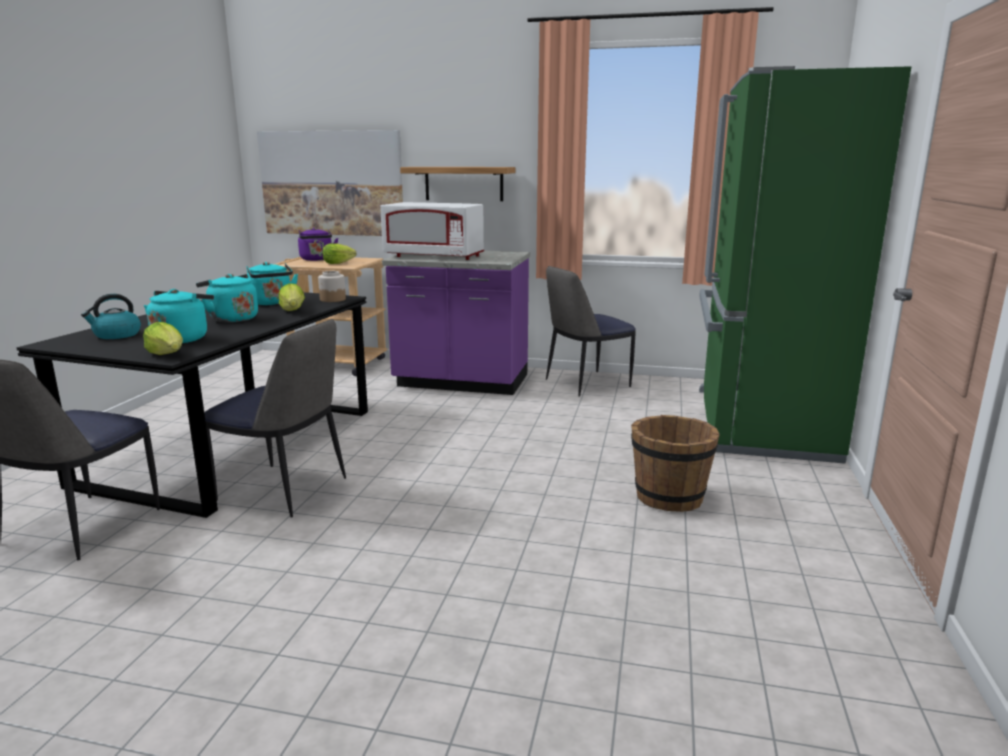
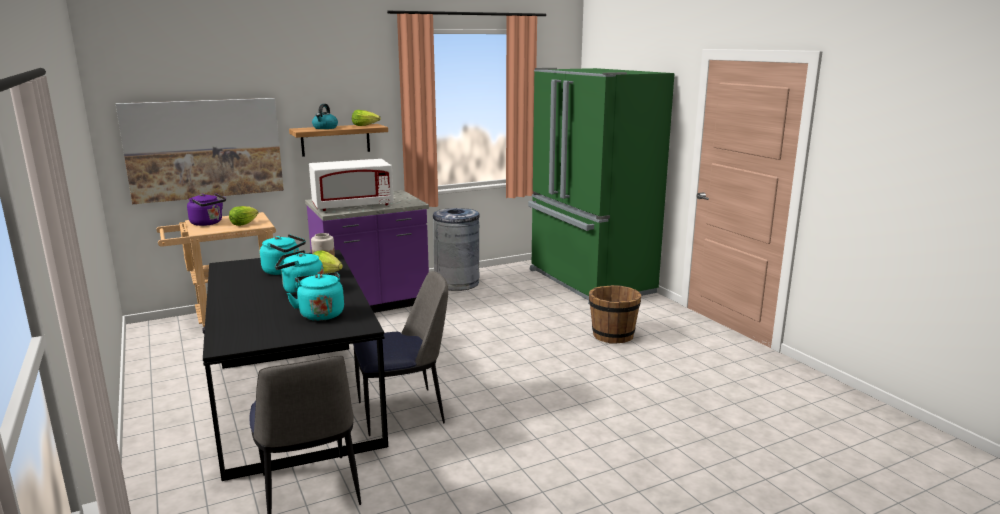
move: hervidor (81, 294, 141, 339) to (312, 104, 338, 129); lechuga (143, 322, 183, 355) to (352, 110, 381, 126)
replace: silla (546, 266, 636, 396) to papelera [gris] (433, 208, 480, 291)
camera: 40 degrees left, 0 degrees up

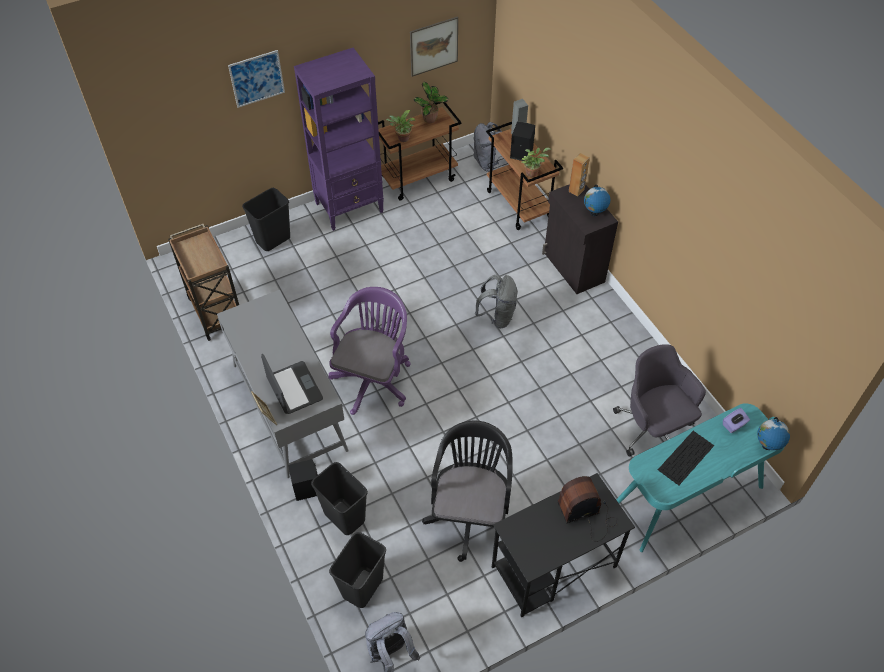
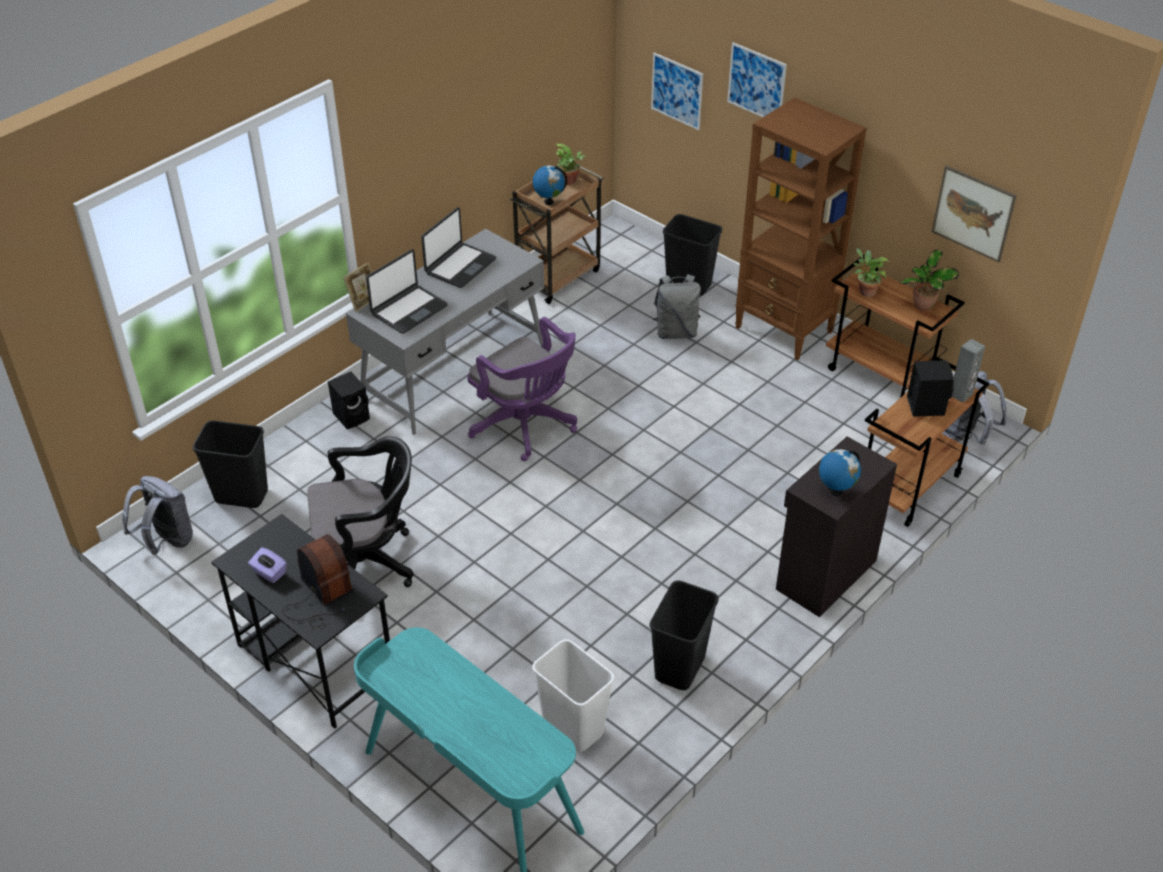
delete: altavoz [marrón] (569, 153, 590, 197); teclado (658, 431, 714, 485)
insert: portátil (421, 207, 496, 288); cuadro (651, 53, 703, 130)
move: caja de pañuelos [morado] (723, 408, 750, 433) to (248, 547, 287, 583); globo terráqueo (757, 417, 790, 450) to (533, 166, 567, 205); planta en maceta (521, 148, 551, 177) to (554, 144, 586, 185); papelera [negro] (311, 462, 368, 535) to (650, 581, 719, 690); mochila [gris] (475, 275, 518, 328) to (653, 274, 701, 339)
replace: silla de oficina [gris] (613, 344, 706, 457) to papelera [blanco] (532, 639, 614, 752)
recolor: estantería [morado] (294, 48, 384, 231) to estantería [marrón] (735, 97, 866, 360)
rotate: silla de oficina [morado] (328, 287, 411, 415) = (467, 317, 577, 461) 45 degrees clockwise
camera: 70 degrees right, 10 degrees down

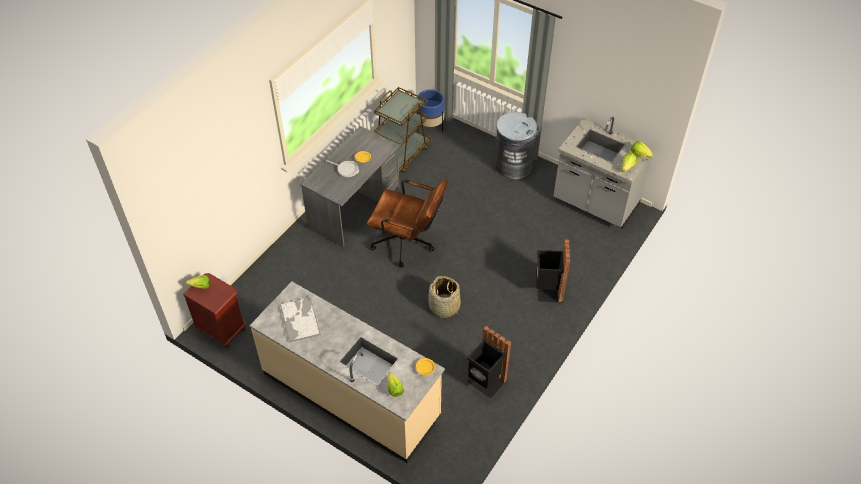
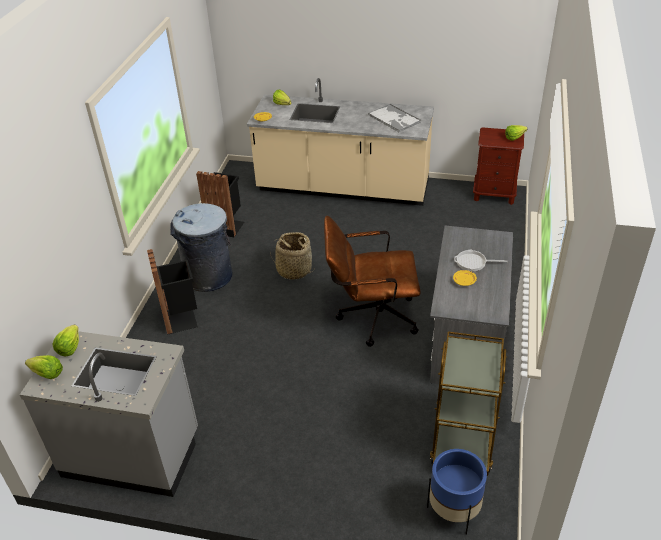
move: papelera [gris] (495, 112, 540, 179) to (170, 203, 233, 292)
camera: 160 degrees right, 10 degrees down

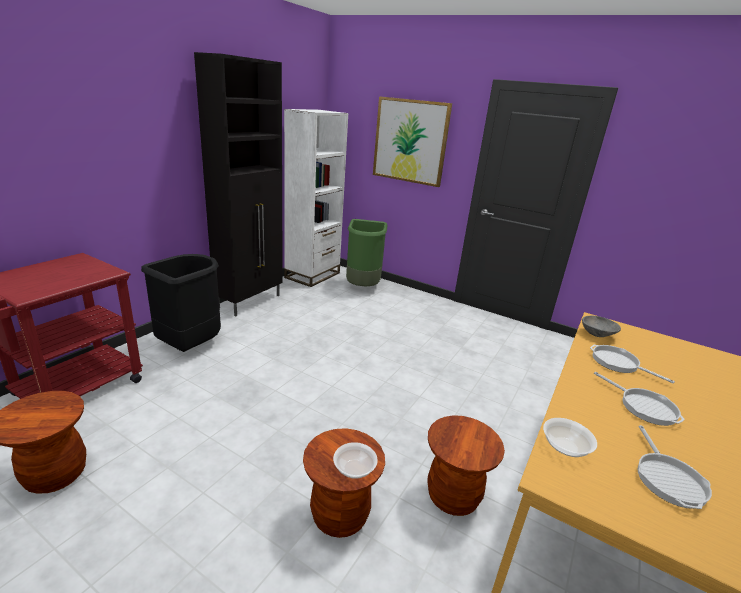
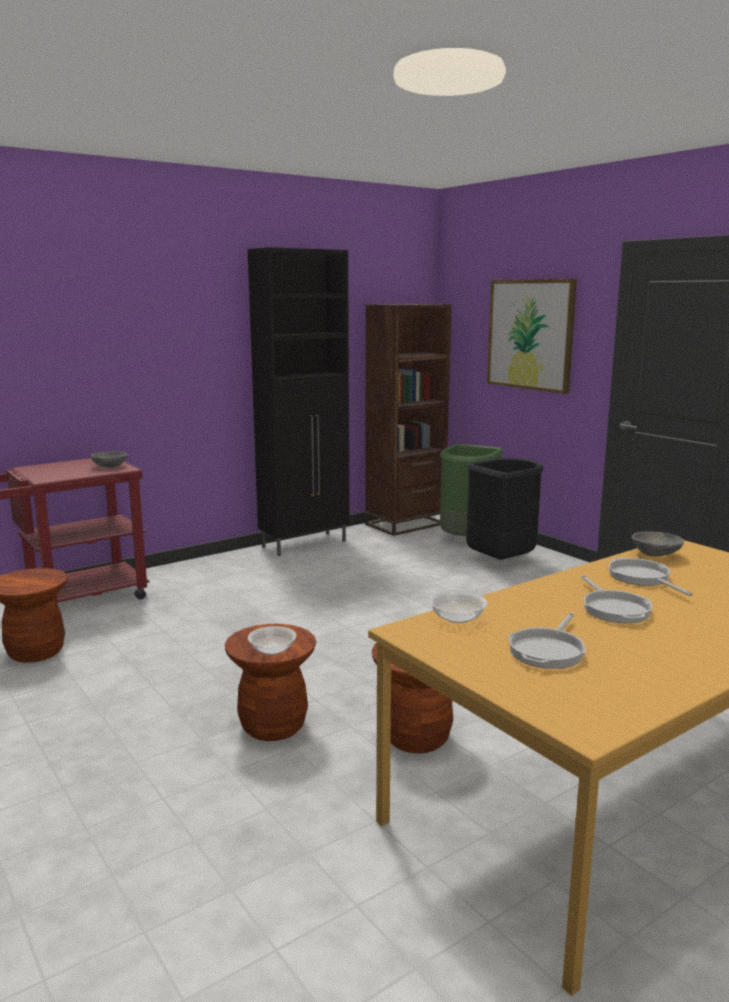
insert: cuenco [gris] (91, 451, 127, 468)
move: papelera [negro] (141, 254, 221, 352) to (466, 458, 544, 560)
recolor: estantería [blanco] (284, 109, 348, 287) to estantería [marrón] (365, 304, 452, 536)
camera: 25 degrees right, 10 degrees down

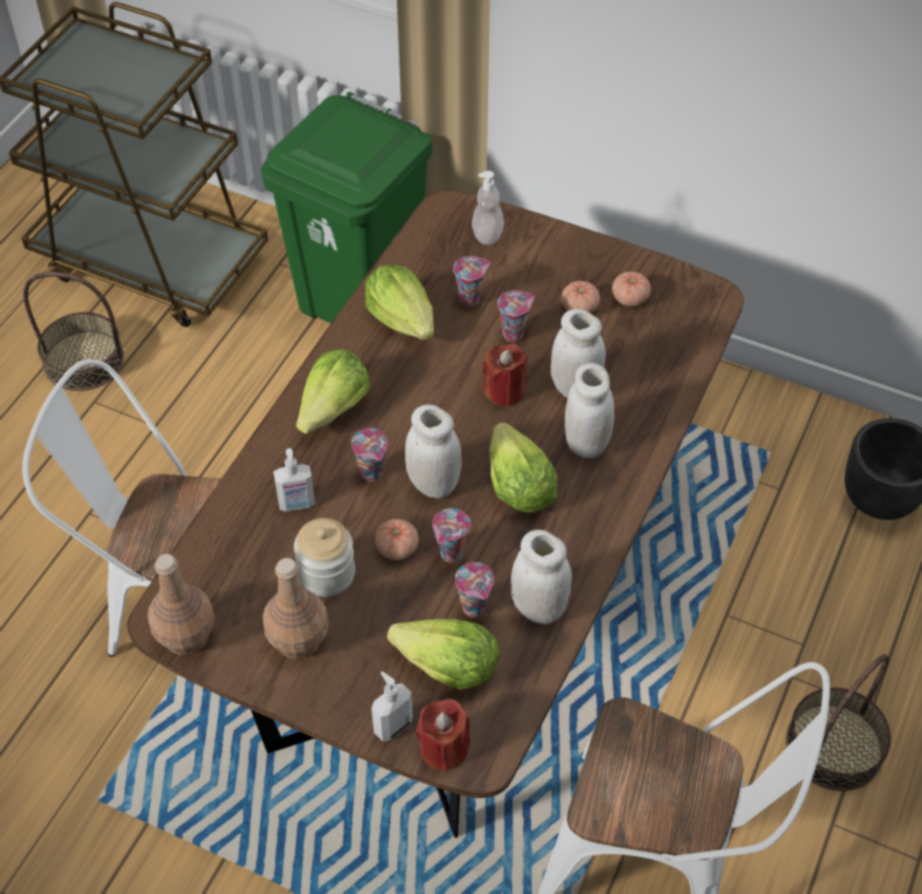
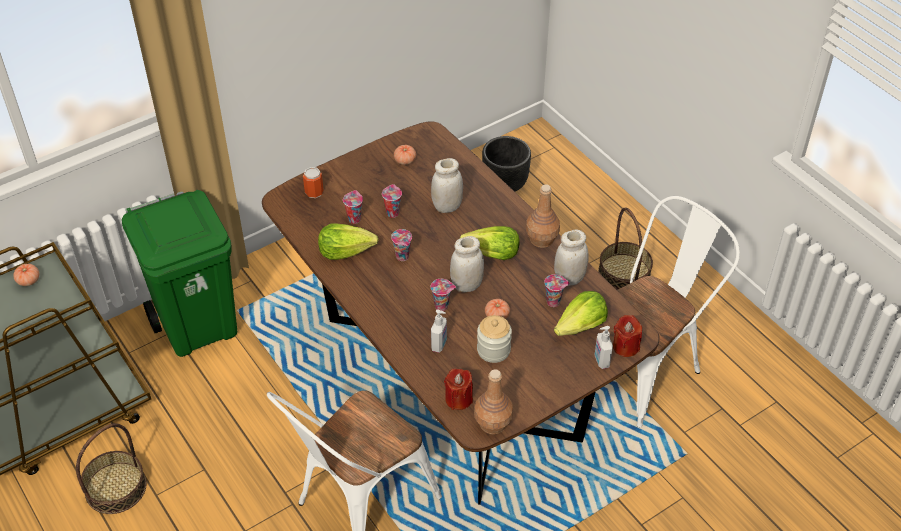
delete: lechuga (296, 349, 370, 434); tarro [blanco] (565, 363, 614, 458)
move: tomate (561, 281, 600, 313) to (13, 264, 39, 286); taza (432, 508, 471, 563) to (391, 229, 412, 261); vela [rojo] (483, 344, 528, 407) to (444, 369, 473, 410); botella [marrón] (263, 558, 329, 659) to (526, 184, 560, 248)
replace: dispensador de jabón (472, 171, 504, 245) to lata (303, 167, 324, 198)
camera: 60 degrees left, 5 degrees down

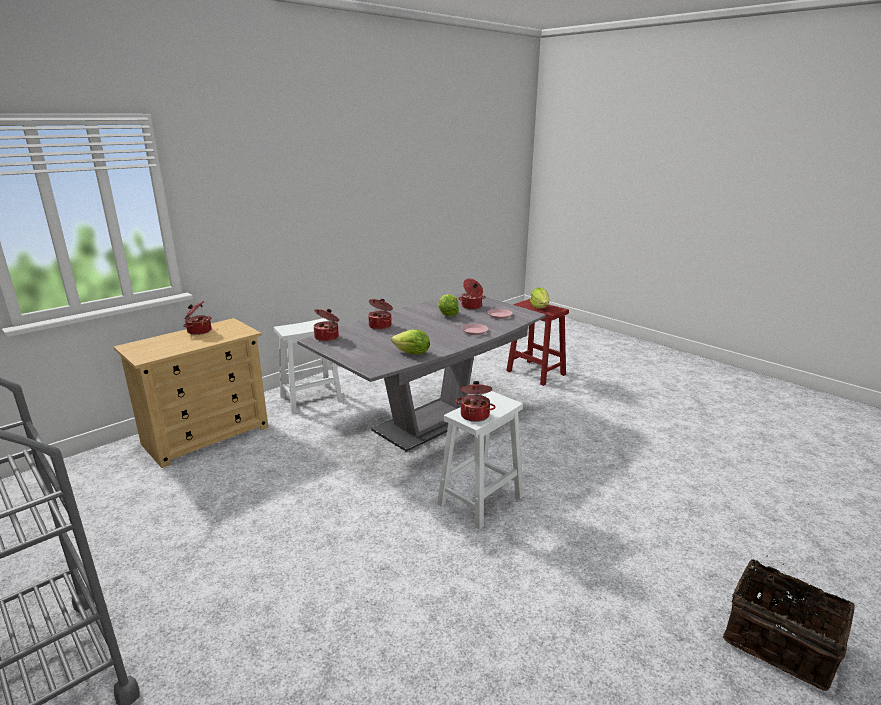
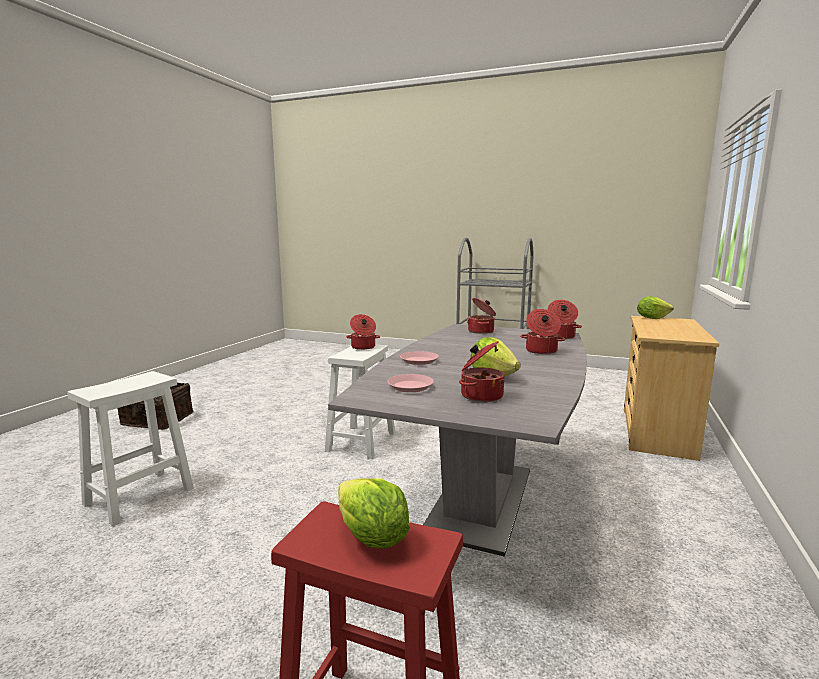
move: taburete [blanco] (274, 318, 343, 413) to (67, 371, 194, 526); olla (183, 301, 212, 335) to (467, 298, 496, 334); lechuga (391, 330, 430, 355) to (637, 296, 674, 319)
camera: 155 degrees right, 10 degrees down

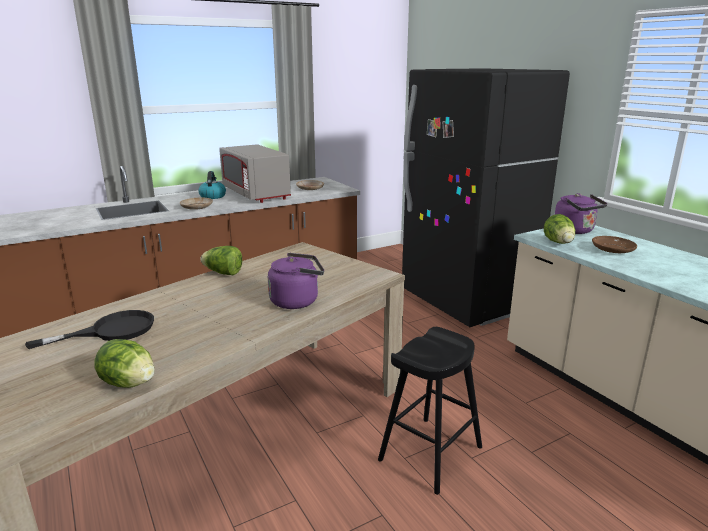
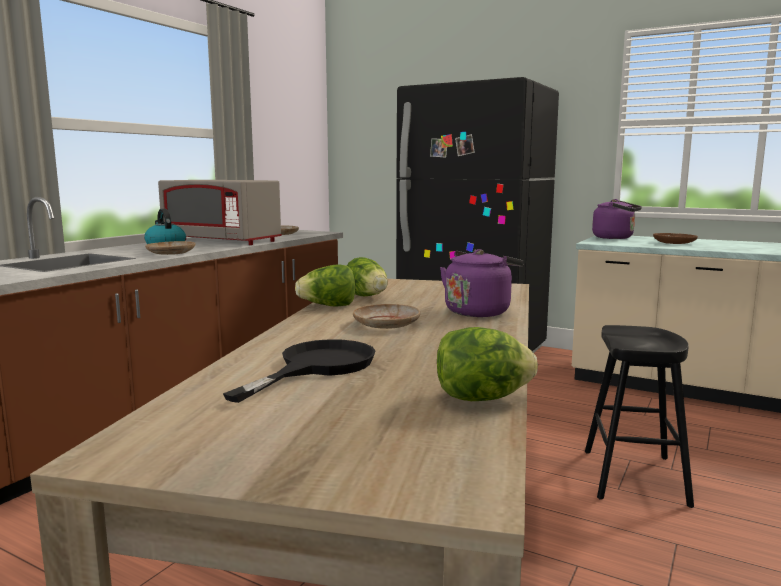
insert: plato [beis] (353, 304, 420, 329)
move: lechuga (544, 214, 575, 244) to (347, 257, 388, 296)
camera: 30 degrees left, 10 degrees down

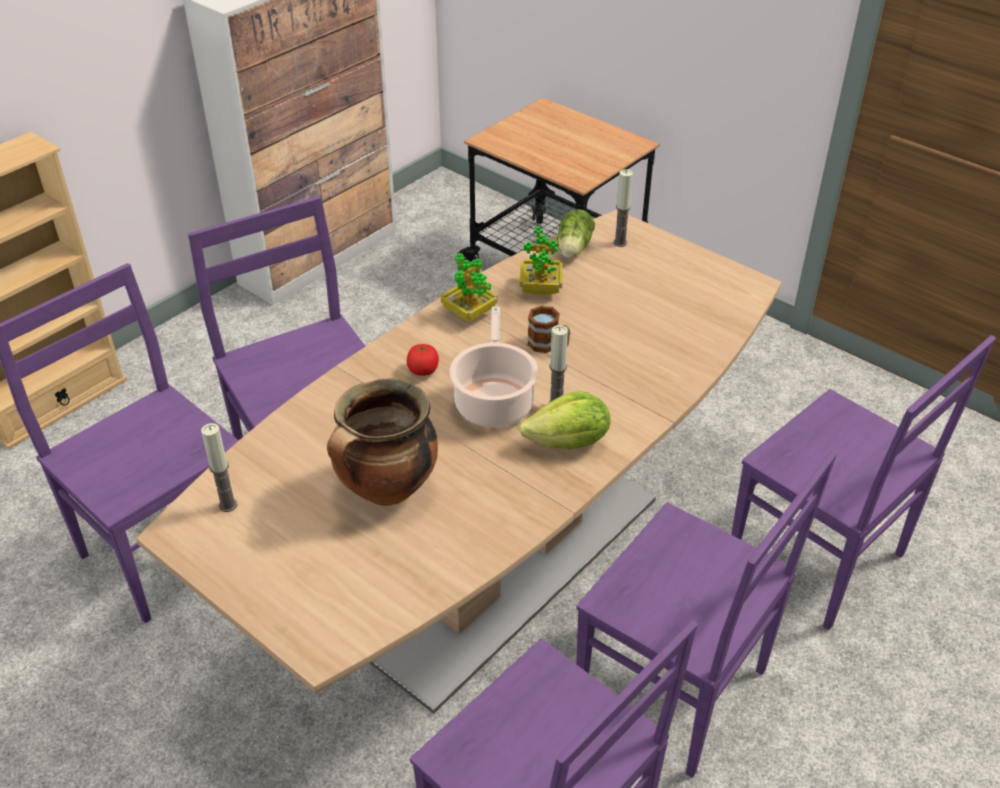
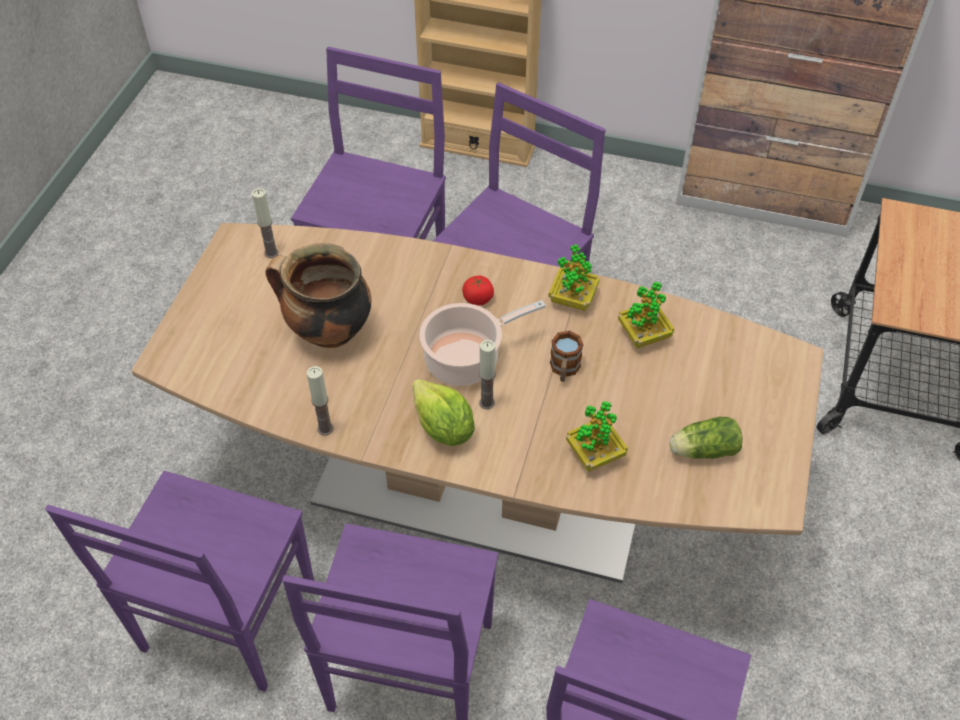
insert: planta en maceta (566, 401, 628, 472)
move: vela (613, 169, 633, 247) to (307, 366, 334, 436); lechuga (557, 209, 595, 258) to (669, 417, 743, 459)
camera: 65 degrees right, 10 degrees up

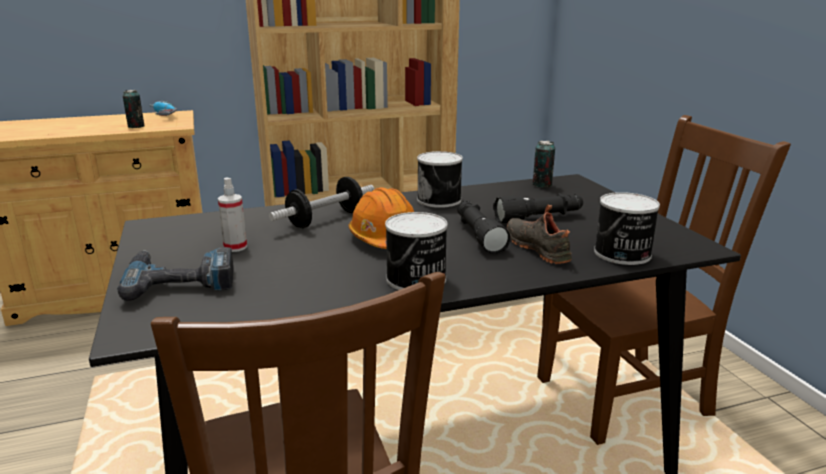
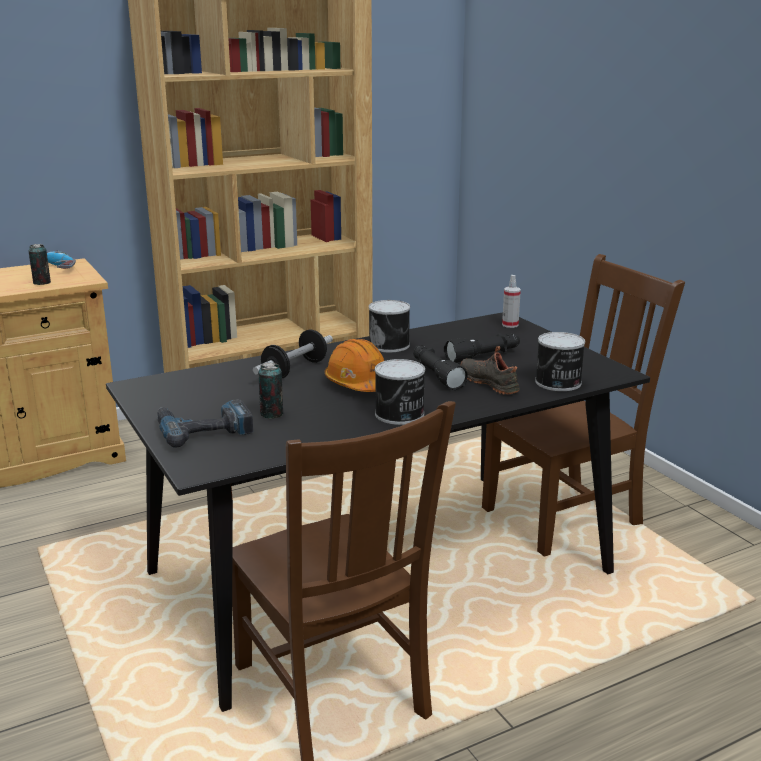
move: lata (533, 141, 555, 188) to (258, 363, 284, 419); pulverizador (218, 178, 247, 252) to (502, 275, 521, 328)
camera: 10 degrees left, 0 degrees up

